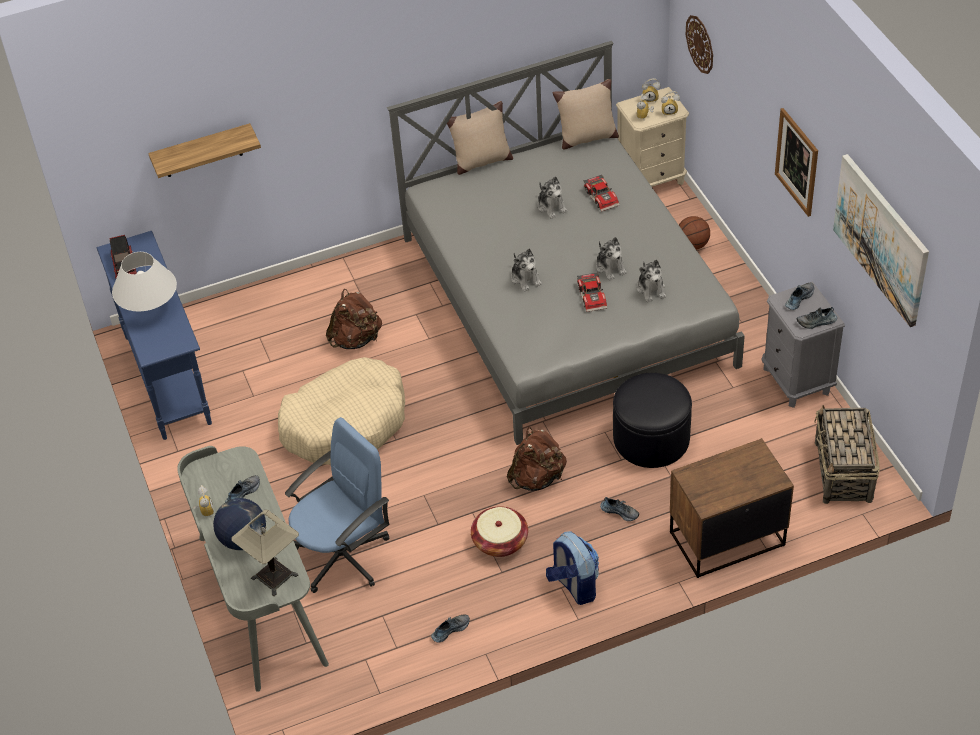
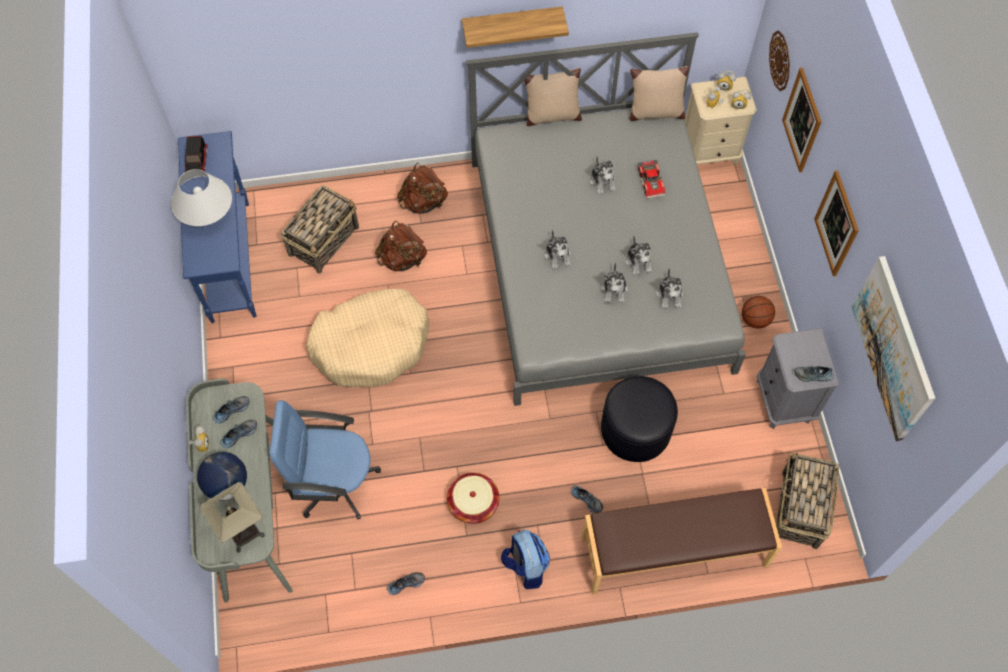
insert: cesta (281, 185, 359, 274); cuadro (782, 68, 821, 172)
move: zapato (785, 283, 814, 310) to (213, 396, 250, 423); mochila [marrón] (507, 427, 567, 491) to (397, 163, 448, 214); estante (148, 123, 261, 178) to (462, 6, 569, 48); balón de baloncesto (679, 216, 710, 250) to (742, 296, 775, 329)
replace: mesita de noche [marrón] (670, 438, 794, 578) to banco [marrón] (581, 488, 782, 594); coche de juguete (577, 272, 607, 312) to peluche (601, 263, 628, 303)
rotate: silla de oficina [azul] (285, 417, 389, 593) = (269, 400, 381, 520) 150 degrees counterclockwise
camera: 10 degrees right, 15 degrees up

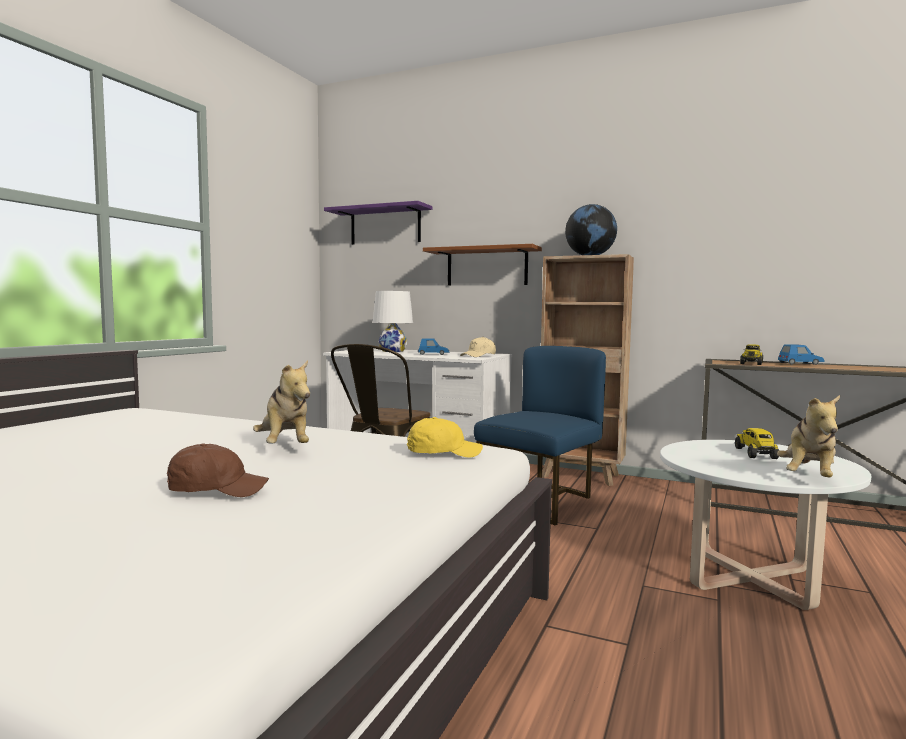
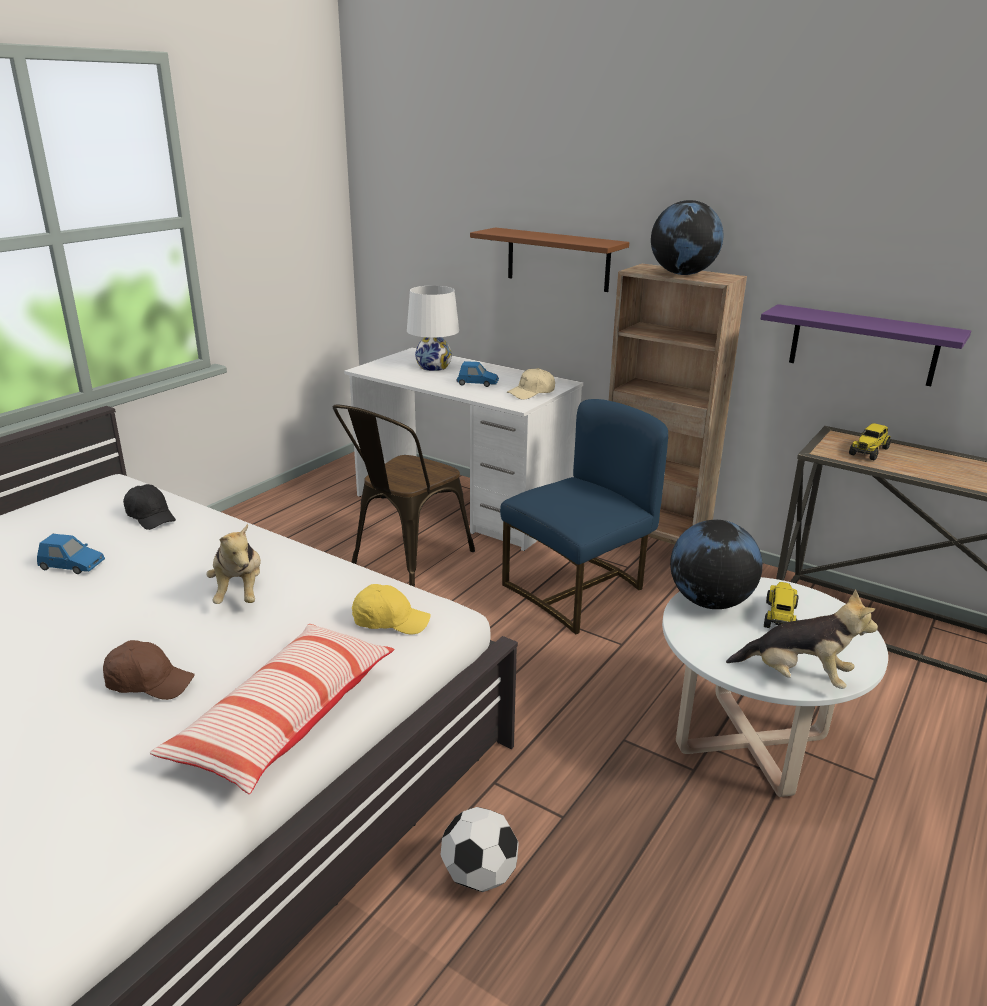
insert: gorra [negro] (123, 484, 176, 530); cojín (150, 624, 394, 794); balón de fútbol (441, 807, 519, 892); globo terráqueo (670, 520, 762, 609)
move: coche de juguete [azul] (778, 345, 825, 365) to (37, 534, 105, 574); estante [morado] (324, 201, 432, 245) to (761, 304, 971, 386)
rotate: peluche (777, 395, 840, 477) = (726, 590, 878, 689) 105 degrees counterclockwise
camera: 10 degrees right, 20 degrees up

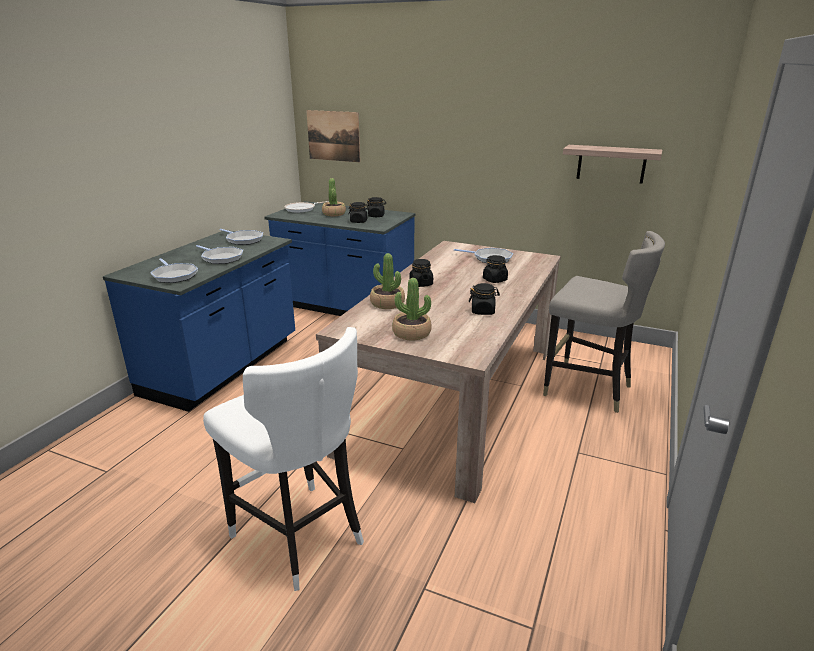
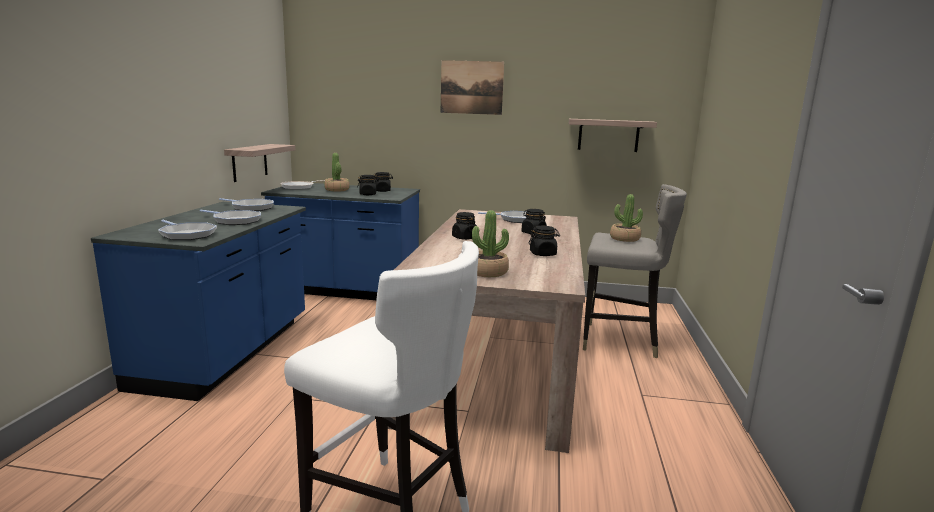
insert: estante (224, 144, 295, 182)
move: cuadro (306, 110, 360, 162) to (441, 60, 504, 115); planta en maceta (370, 253, 405, 309) to (610, 194, 643, 242)
camera: 15 degrees left, 10 degrees down

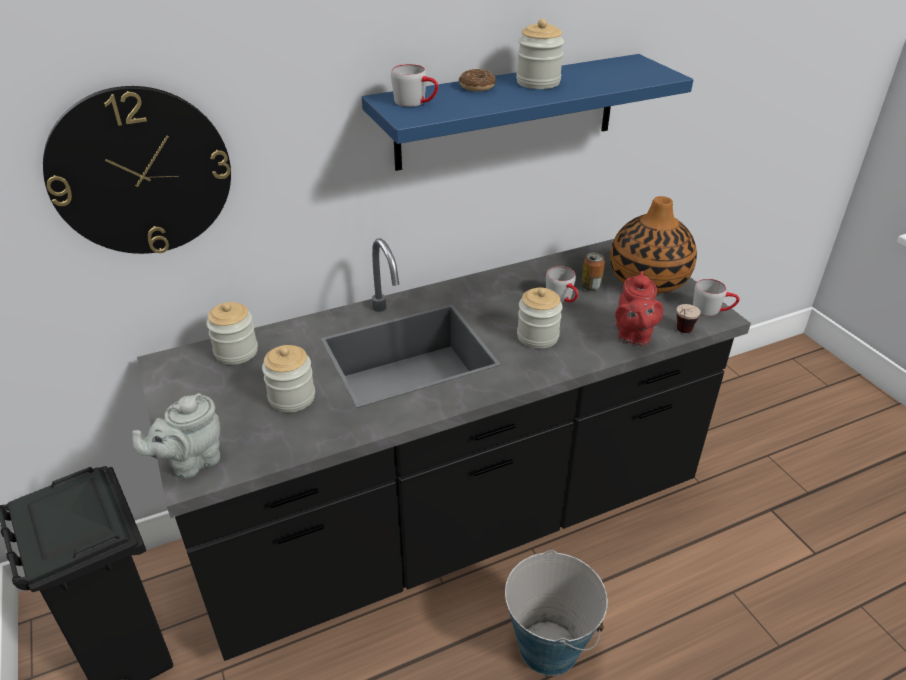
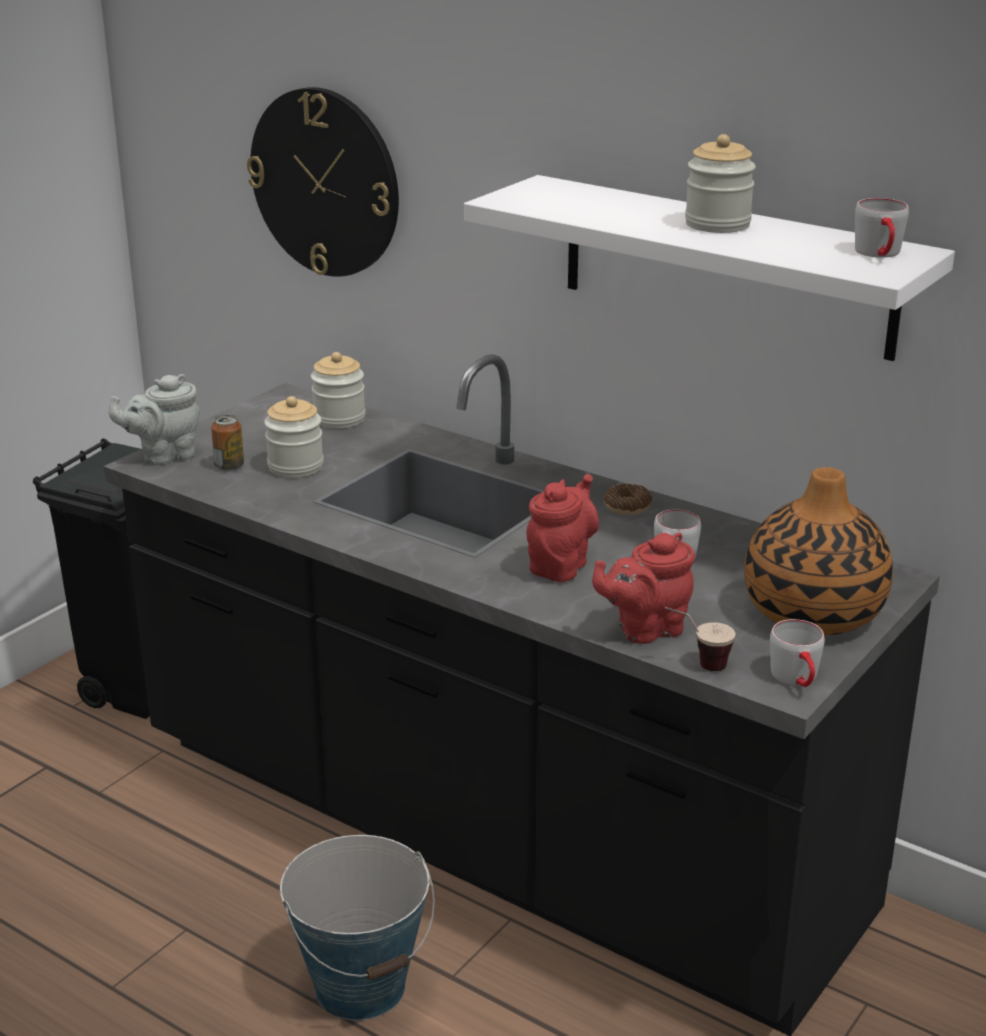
move: lata (581, 252, 605, 291) to (211, 415, 244, 471); rosquilla (459, 69, 496, 91) to (604, 484, 652, 515); taza grande [gris] (391, 64, 438, 107) to (855, 198, 909, 258)
replace: tarro (517, 288, 563, 349) to tetera [rojo] (526, 474, 599, 582)
recolor: estante [azul] (362, 54, 693, 171) to estante [blanco] (464, 175, 955, 361)
rotate: tetera [gris] (132, 393, 220, 479) = (109, 374, 200, 465) 45 degrees counterclockwise
camera: 60 degrees right, 10 degrees down

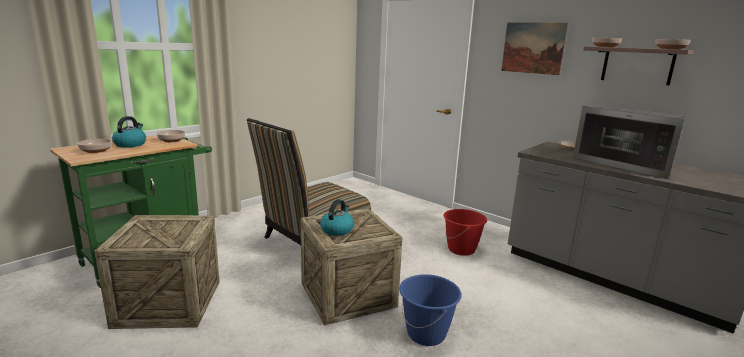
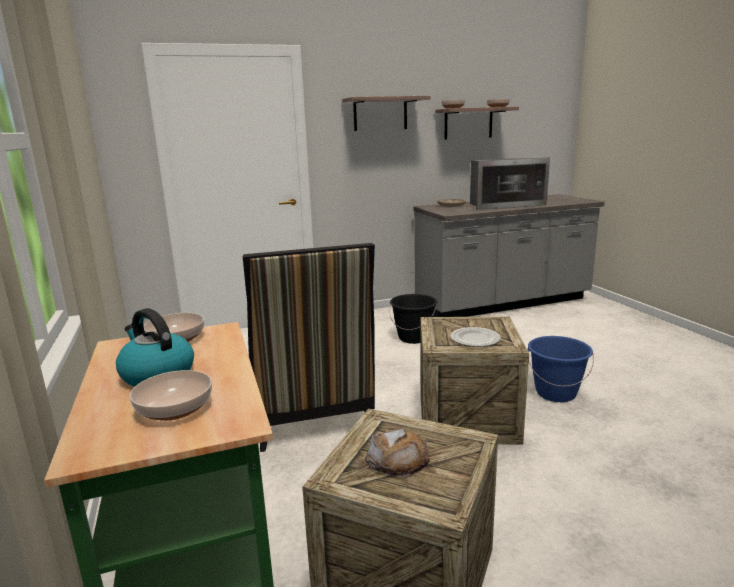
insert: pan (365, 428, 430, 478)
replace: cuadro (501, 22, 569, 75) to estante (342, 96, 431, 131); hervidor (320, 199, 354, 236) to plato (450, 327, 501, 347)
recolor: cubo [rojo] (443, 209, 487, 256) to cubo [negro] (389, 294, 437, 344)
camera: 60 degrees left, 0 degrees up

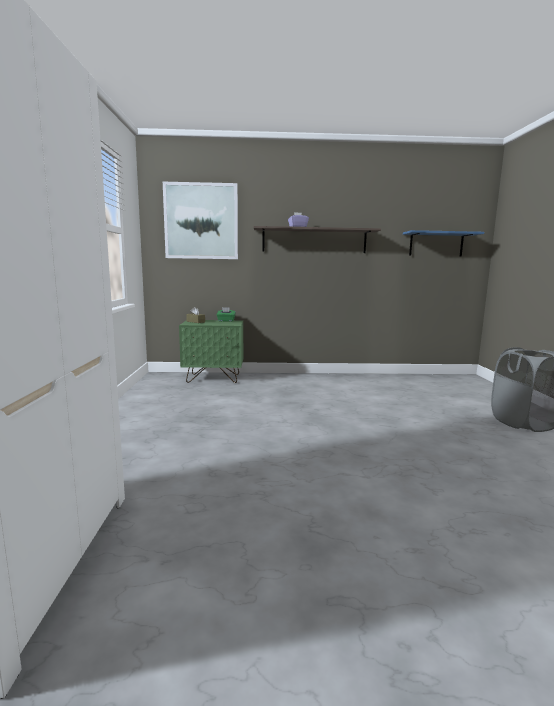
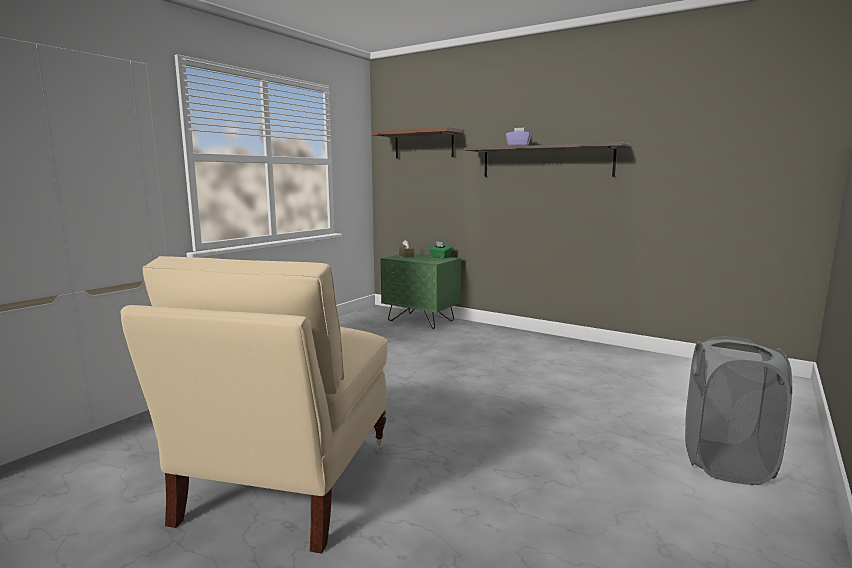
delete: estante [azul] (403, 230, 484, 256)
insert: silla [beis] (121, 256, 387, 554)
replace: cuadro (163, 182, 238, 259) to estante [marrón] (371, 127, 463, 158)
camera: 35 degrees right, 0 degrees up

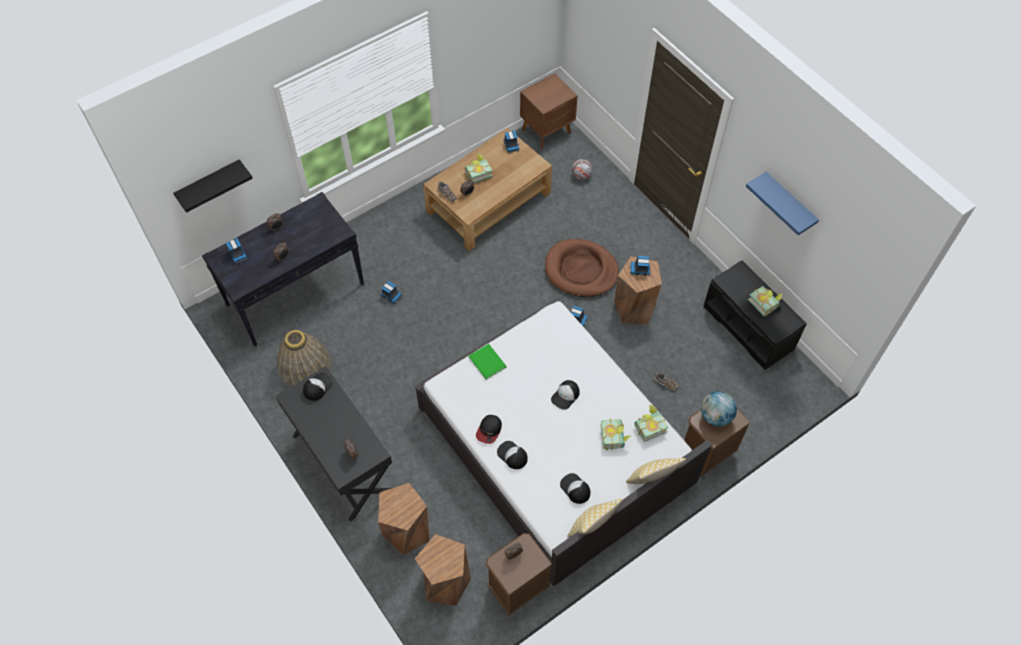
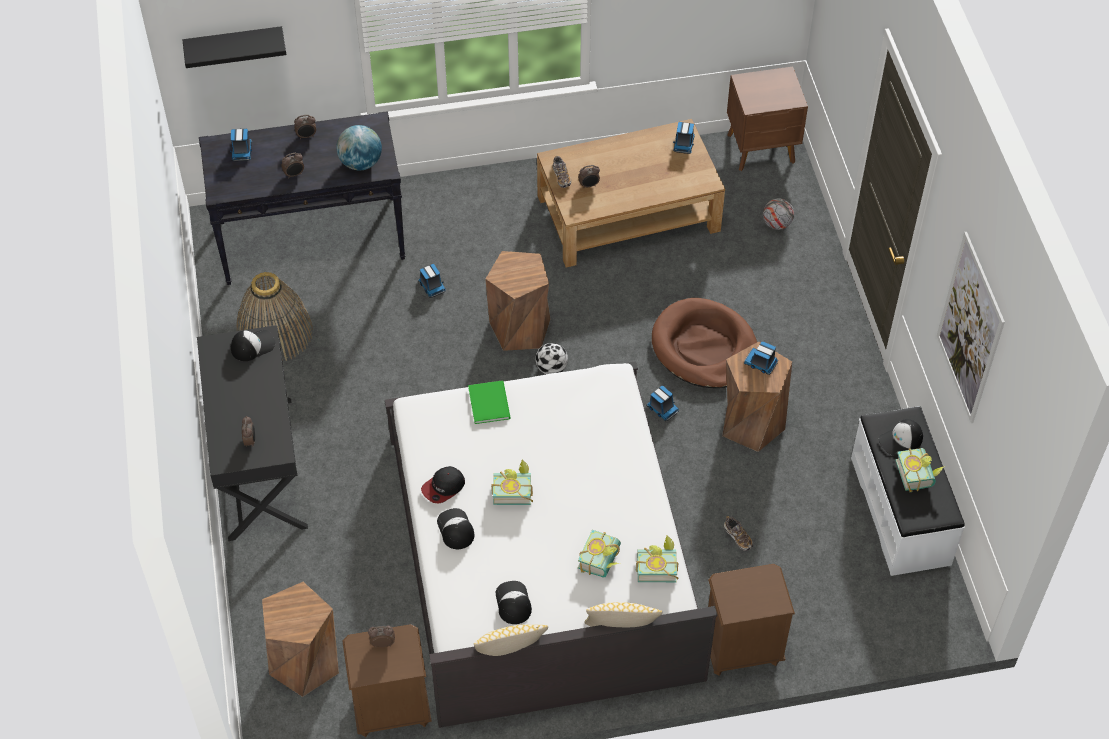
insert: balón de fútbol (535, 343, 568, 374)
move: globo terráqueo (701, 391, 737, 427) to (336, 125, 382, 170); taburete [marrón] (378, 483, 429, 555) to (485, 251, 550, 351); libro (465, 153, 493, 183) to (491, 460, 533, 505); gorra (551, 380, 580, 410) to (879, 419, 923, 456)
replace: estante [azul] (746, 172, 819, 235) to cuadro (937, 232, 1005, 423)
recolor: banco [negro] (703, 260, 807, 370) to banco [blanco] (851, 406, 965, 576)
camera: 25 degrees right, 5 degrees down

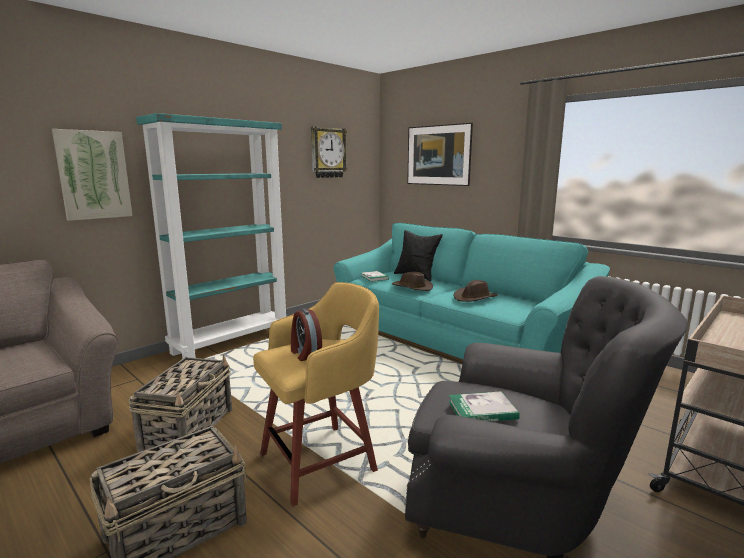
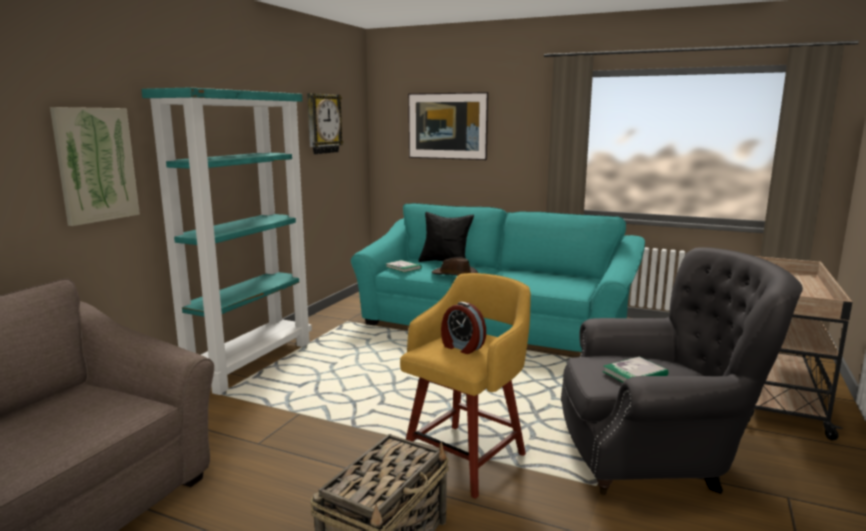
delete: cesta (128, 355, 232, 452); sombrero [marrón] (454, 280, 498, 302)
camera: 20 degrees left, 0 degrees up

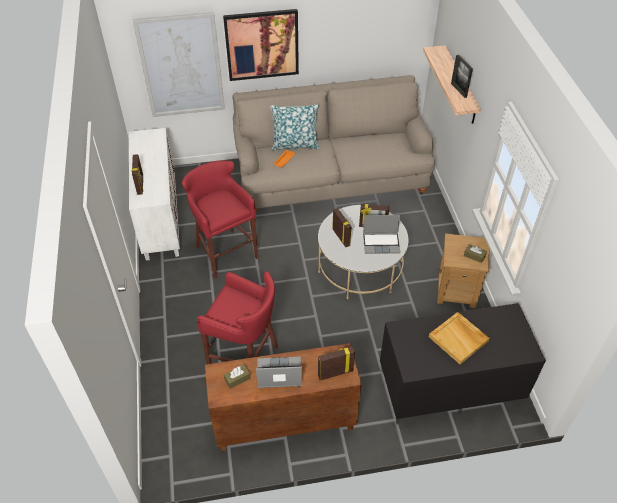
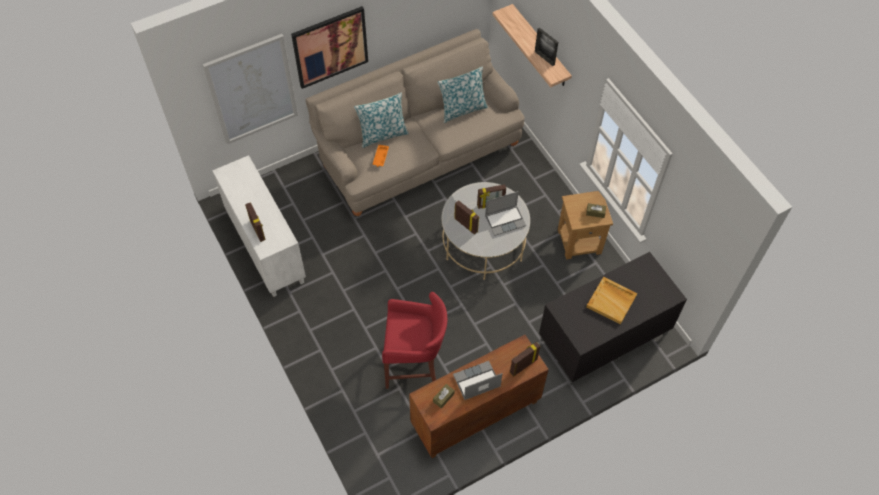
delete: taburete [rojo] (182, 161, 258, 278)
insert: cojín (437, 66, 488, 123)
camera: 20 degrees left, 10 degrees up

